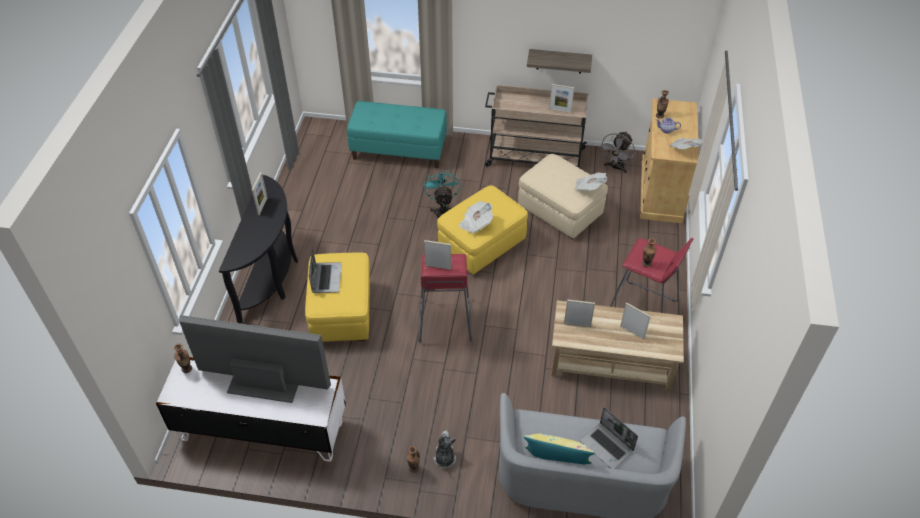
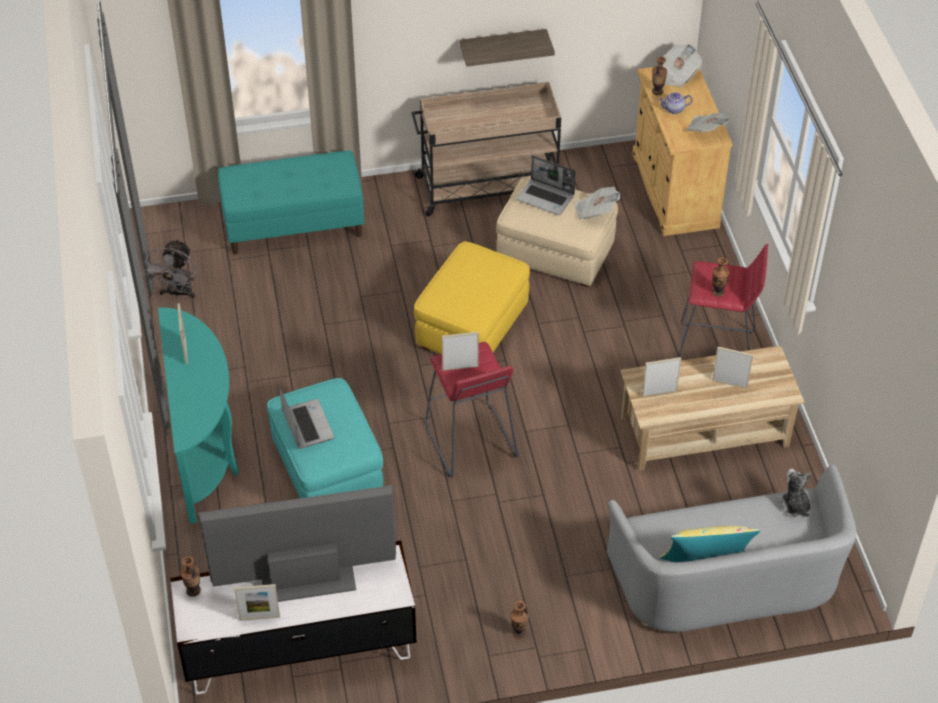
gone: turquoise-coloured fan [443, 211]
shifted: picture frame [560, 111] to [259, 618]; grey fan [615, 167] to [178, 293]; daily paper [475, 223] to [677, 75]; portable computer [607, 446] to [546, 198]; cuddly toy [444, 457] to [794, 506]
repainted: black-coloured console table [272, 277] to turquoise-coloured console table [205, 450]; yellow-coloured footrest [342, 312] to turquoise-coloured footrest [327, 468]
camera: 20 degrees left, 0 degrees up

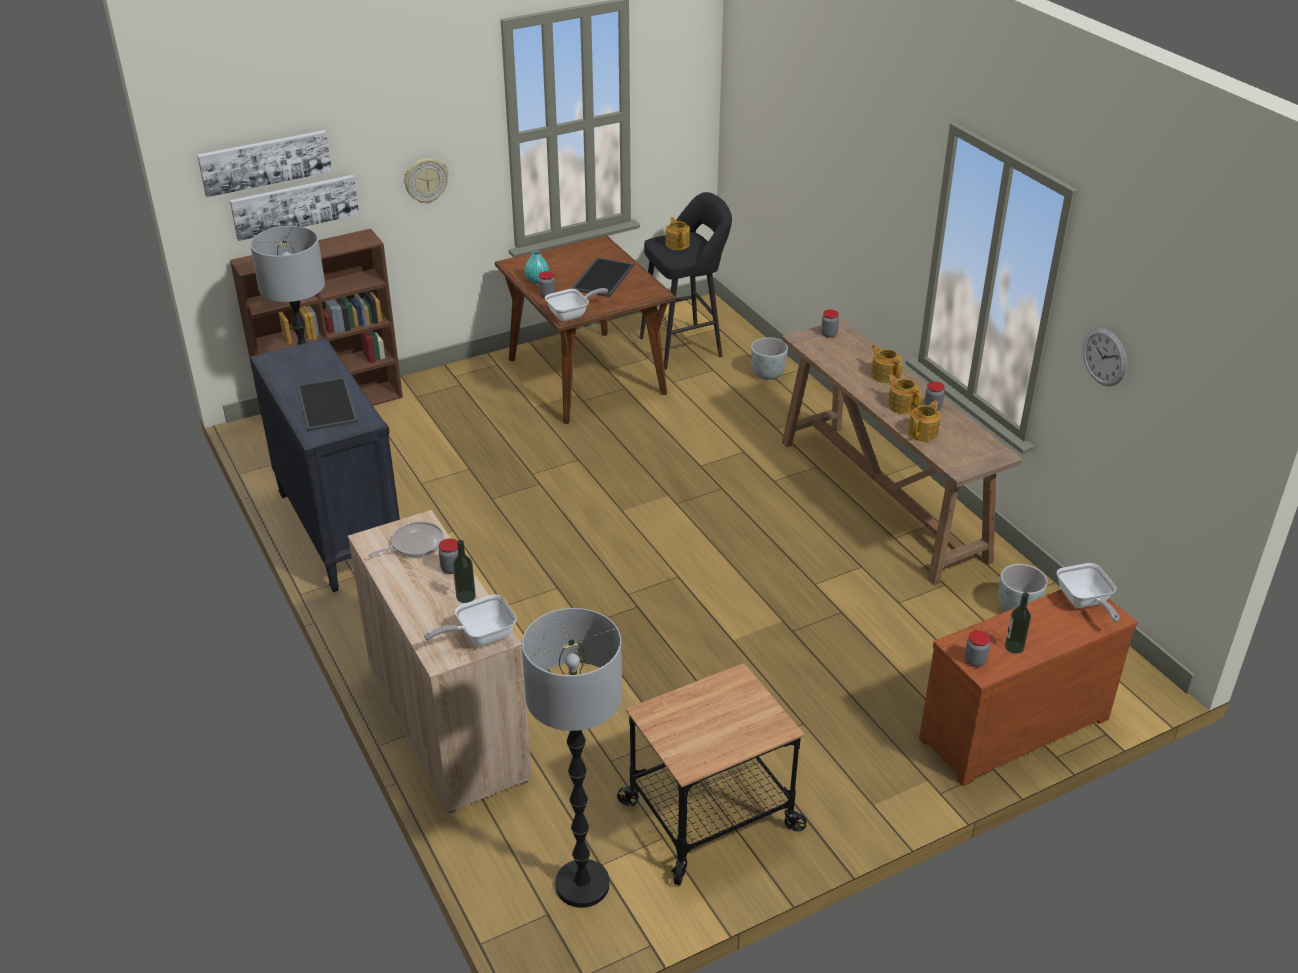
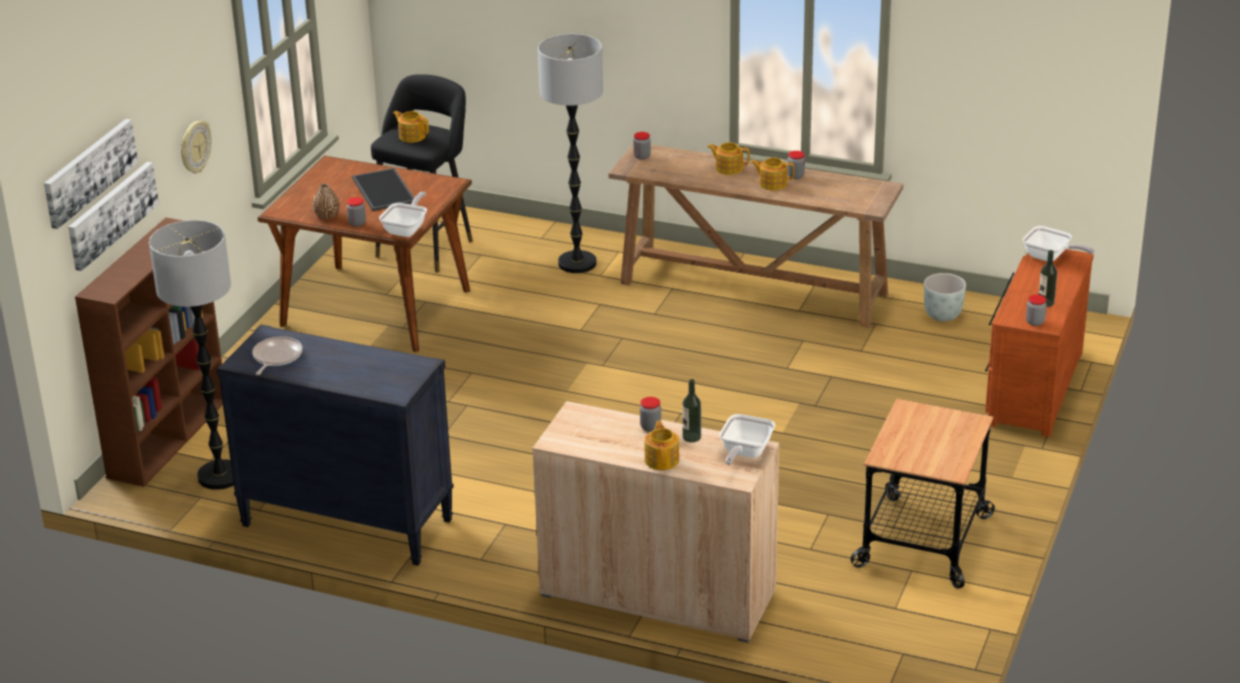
gone: clock on the wall [1104, 357]; grey plant pot [767, 374]; serving tray [328, 404]
shifted: teapot [923, 432] to [662, 460]; skillet [414, 544] to [276, 357]; standing lamp [582, 884] to [577, 263]
repainted: turquoise-coloured decorative vase [537, 280] to brown decorative vase [327, 215]
camera: 40 degrees left, 5 degrees down

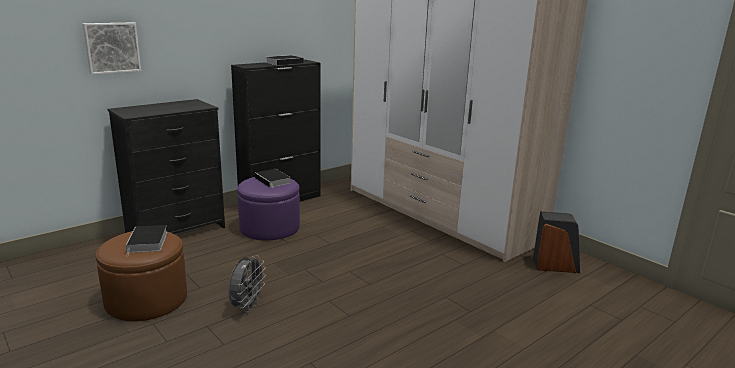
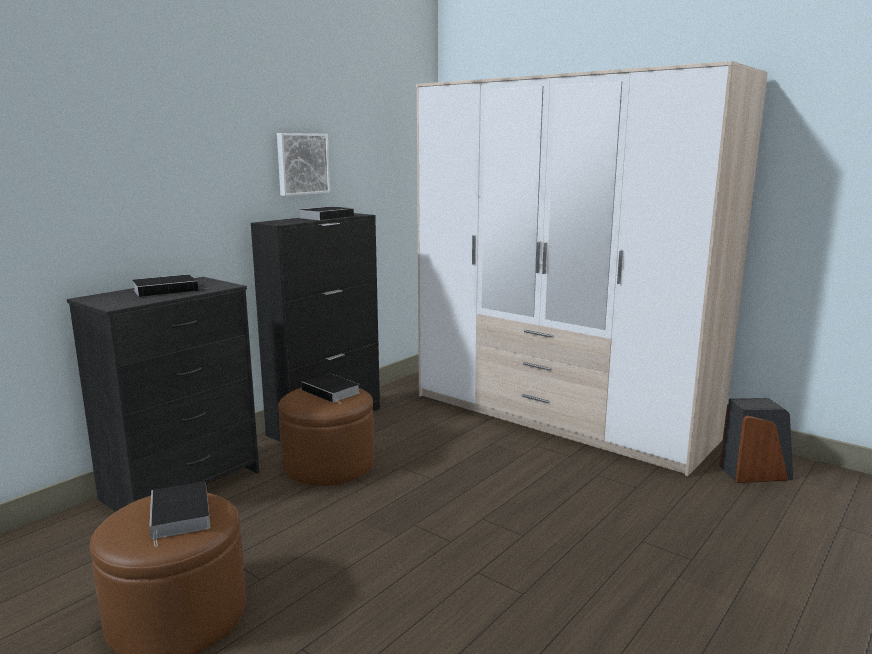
gone: grey fan [247, 306]
new: book [167, 290]
shifted: wall art [112, 47] to [302, 164]
repainted: purple footrest [269, 228] to brown footrest [328, 464]
camera: 10 degrees left, 5 degrees down

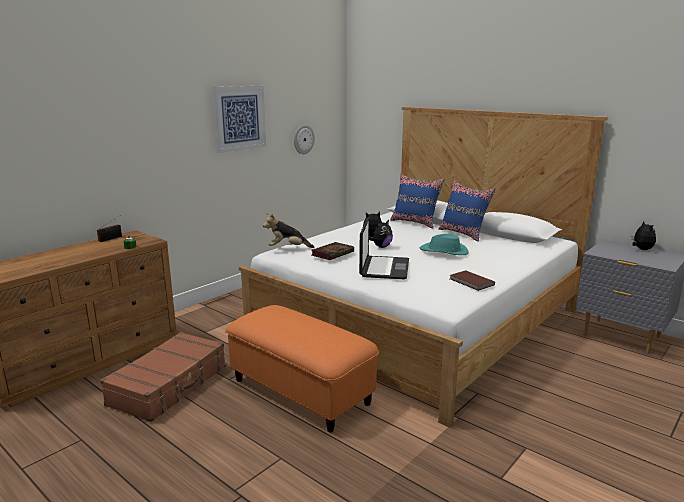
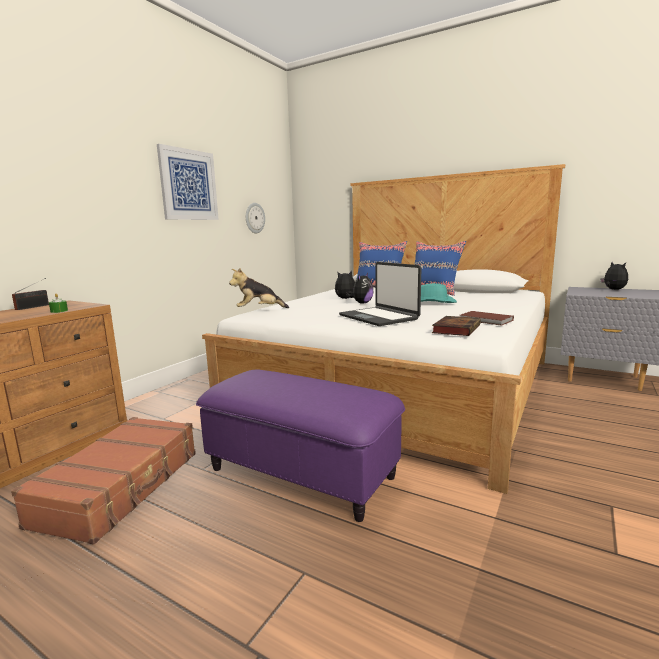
shifted: book [333, 253] to [456, 329]
repainted: orange-coloured footrest [302, 391] to purple footrest [302, 472]
rotated: portable computer [384, 268] = [379, 317] 150 degrees clockwise
camera: 10 degrees left, 5 degrees down

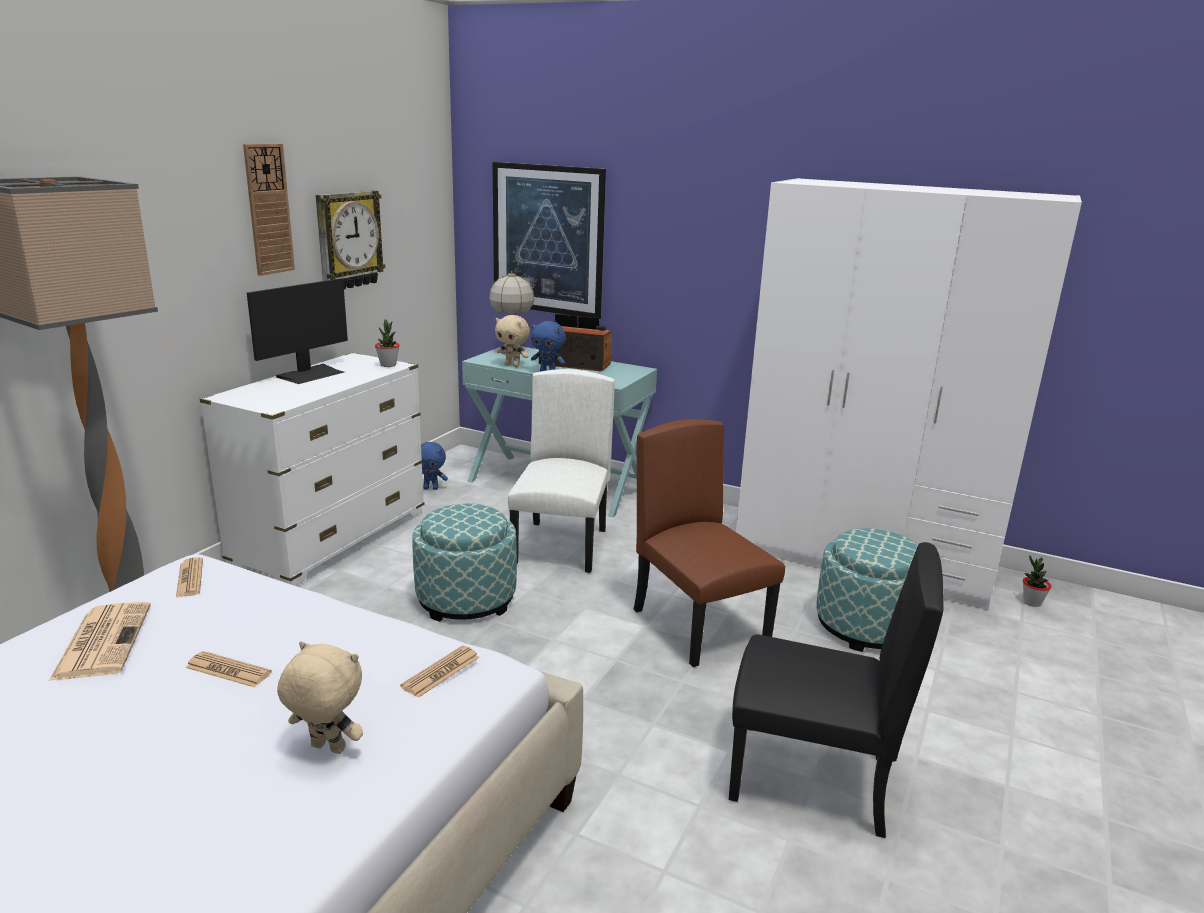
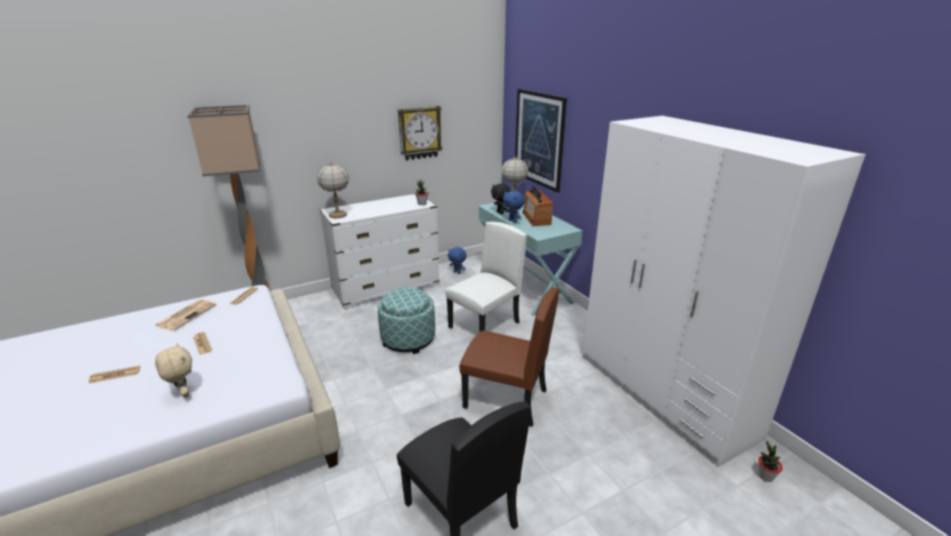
gone: clock on the wall [268, 209]; computer screen [310, 374]; footrest [866, 626]
new: lamp for a table [338, 215]
shifted: daily paper [441, 672] to [115, 375]
repainted: beige-coloured cuddly toy [513, 365] to black-coloured cuddly toy [500, 213]
rotated: radio [575, 364] = [536, 218] 150 degrees counterclockwise; brown plain chair [700, 626] = [505, 399] 105 degrees clockwise
camera: 35 degrees right, 5 degrees up

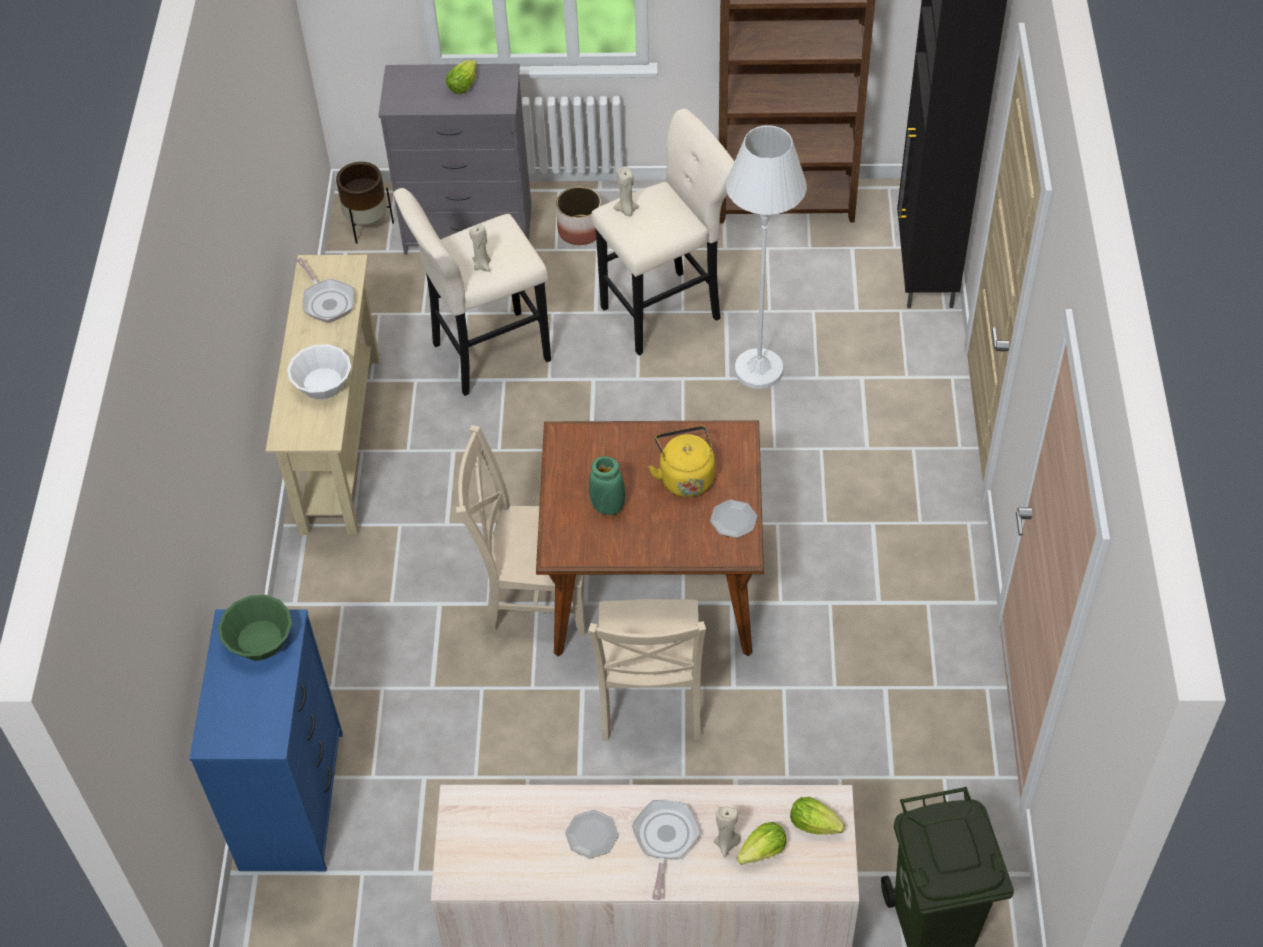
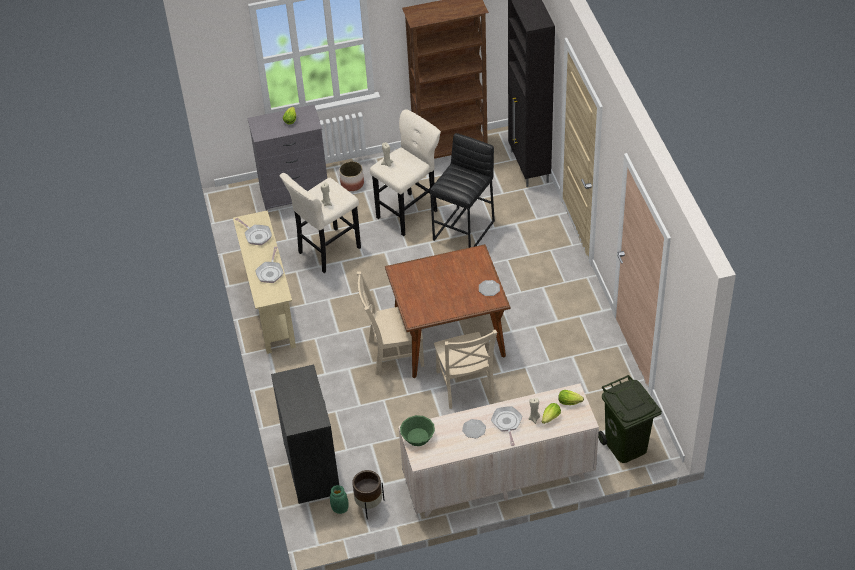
gone: yellow-coloured kettle [685, 476]
shifted: brown plant pot [367, 226] to [369, 506]; green decorative vase [607, 506] to [340, 509]; green serving bowl [259, 639] to [417, 437]
swapped: whitish standing lamp [759, 369] to black-coloured sitting stool [464, 230]; whitish serving bowl [323, 383] to skillet [270, 272]
repainted: bluish drawer chest [293, 800] to black-coloured drawer chest [312, 468]
camera: 15 degrees left, 5 degrees down

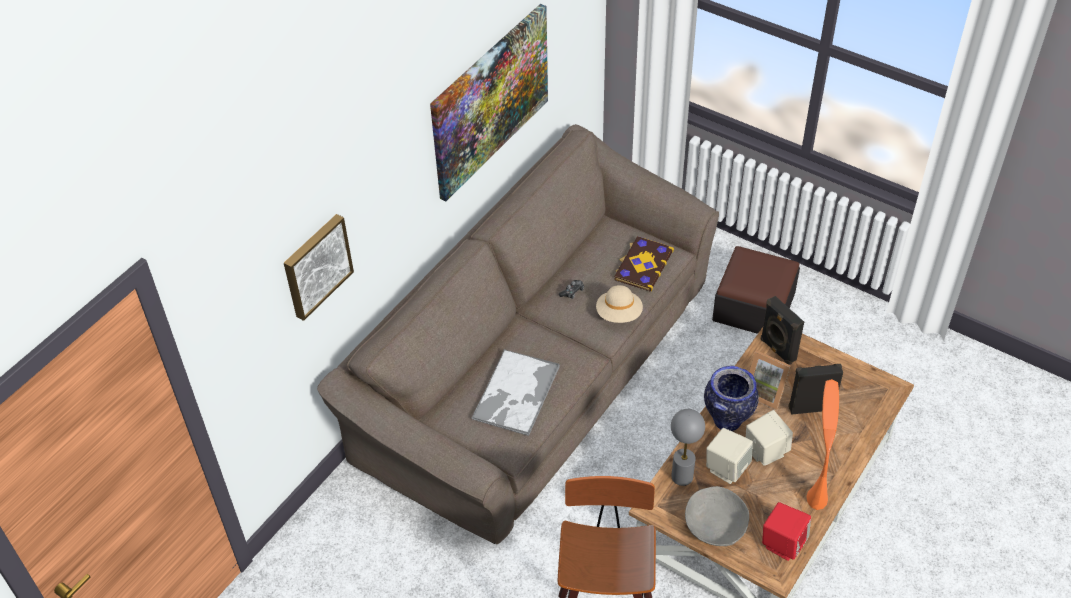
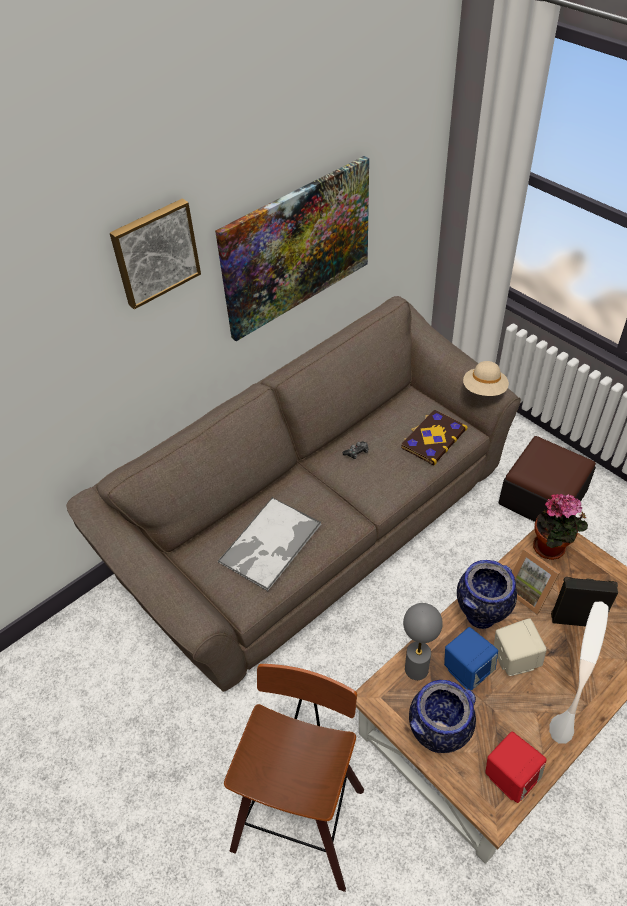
shifted: wall art [316, 265] to [155, 252]; beige-coloured clothing hat [619, 314] to [484, 390]
swapped: black-coloured audio speaker [777, 350] to potted plant [552, 549]; grey serving bowl [715, 526] to decorative vase [438, 736]
repainted: orange-coloured lamp for a table [817, 472] to whitish lamp for a table [568, 697]; beige-coloured audio speaker [726, 468] to bluish audio speaker [467, 670]
camera: 15 degrees right, 0 degrees up

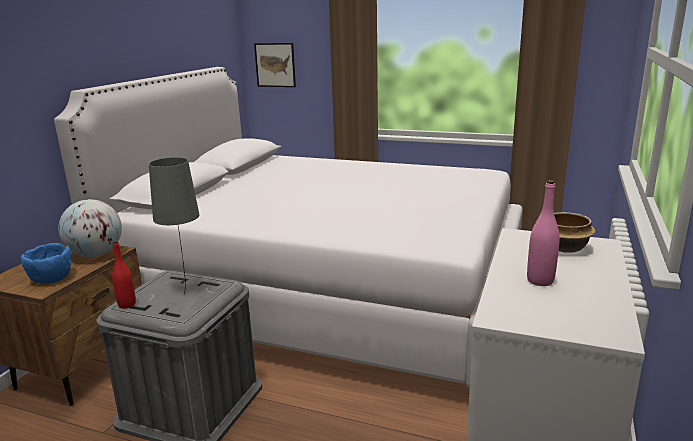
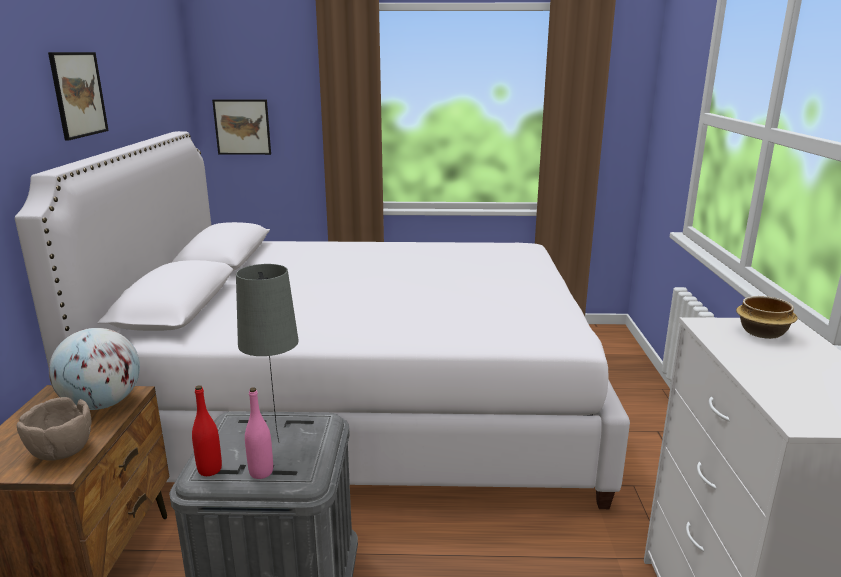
new: wall art [78, 94]
shifted: pinkish beverage bottle [540, 281] to [261, 472]
repainted: bluish serving bowl [51, 279] to brown serving bowl [61, 451]
camera: 20 degrees left, 0 degrees up

